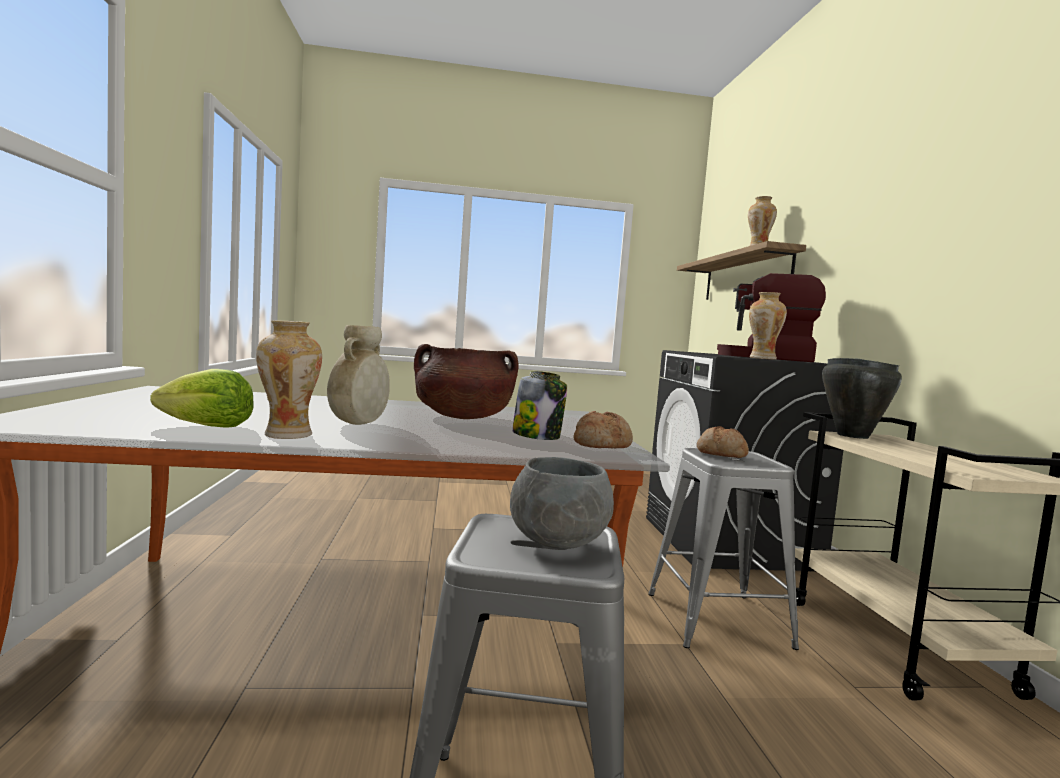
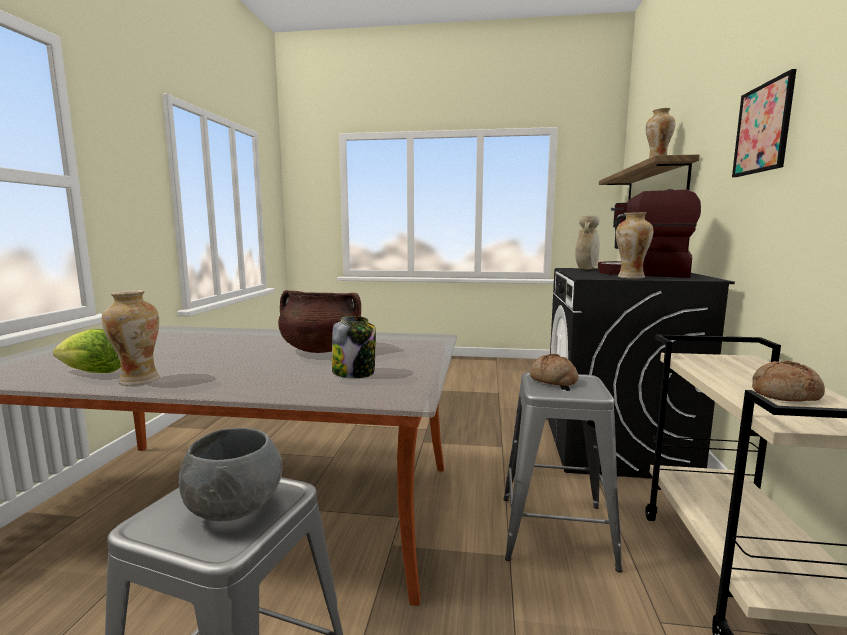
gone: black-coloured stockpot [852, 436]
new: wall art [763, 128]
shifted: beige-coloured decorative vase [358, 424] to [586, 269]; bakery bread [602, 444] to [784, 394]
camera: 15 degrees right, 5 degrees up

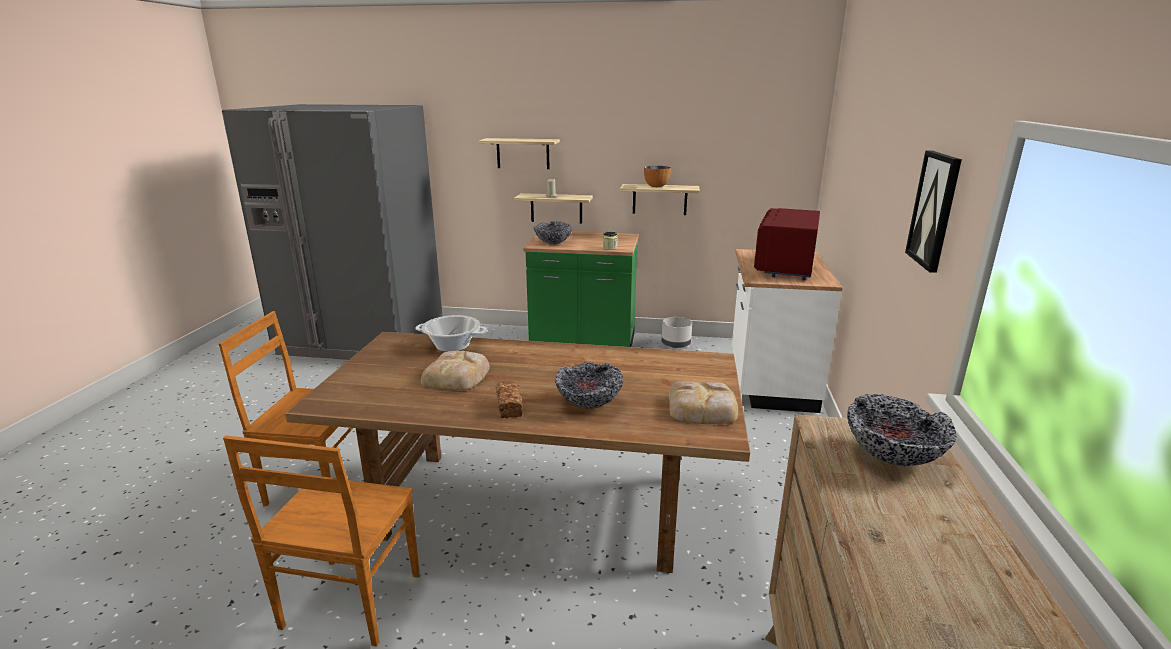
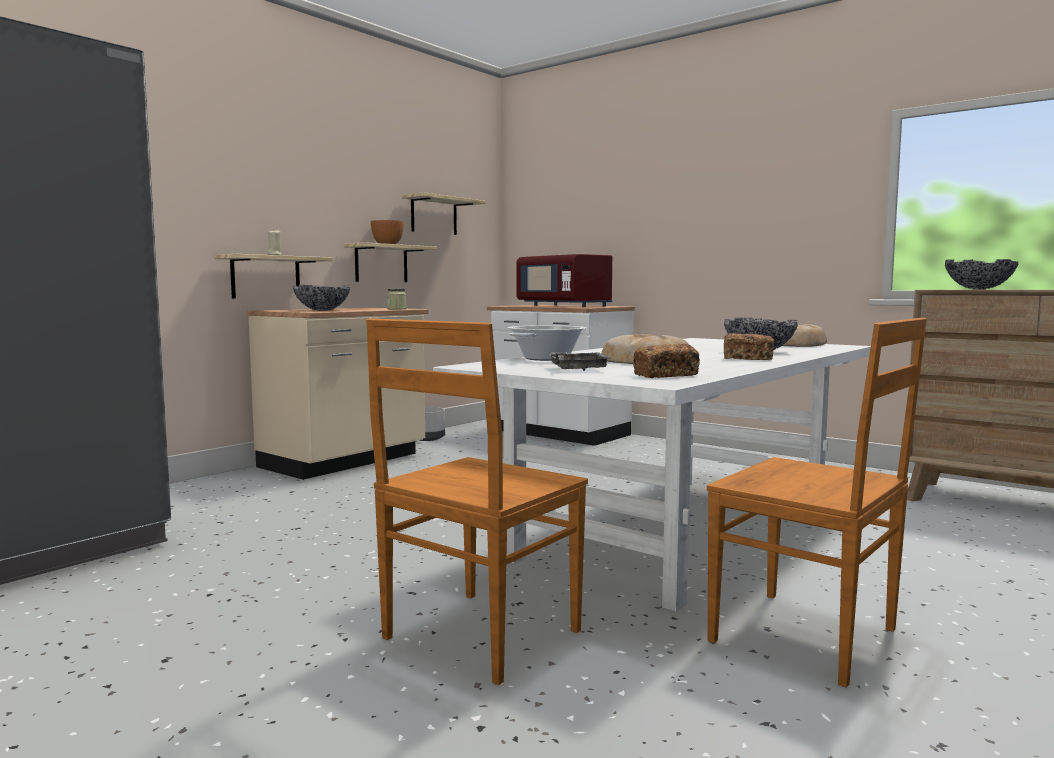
gone: wall art [934, 210]
new: bakery bread [665, 375]; grey serving tray [577, 369]
shifted: shelf [523, 153] to [434, 216]
repainted: green kitchen counter [583, 343] to beige-coloured kitchen counter [345, 461]; brown kitchen table [537, 507] to whitish kitchen table [681, 530]
camera: 60 degrees left, 15 degrees down

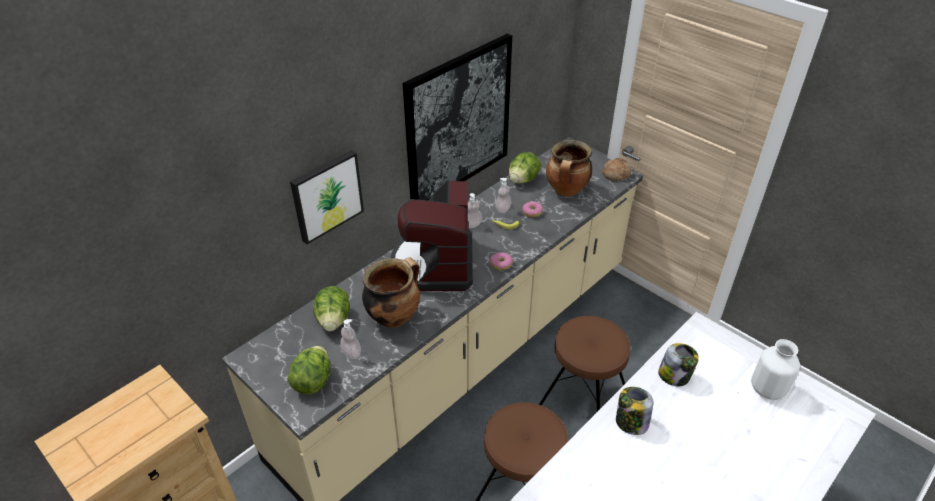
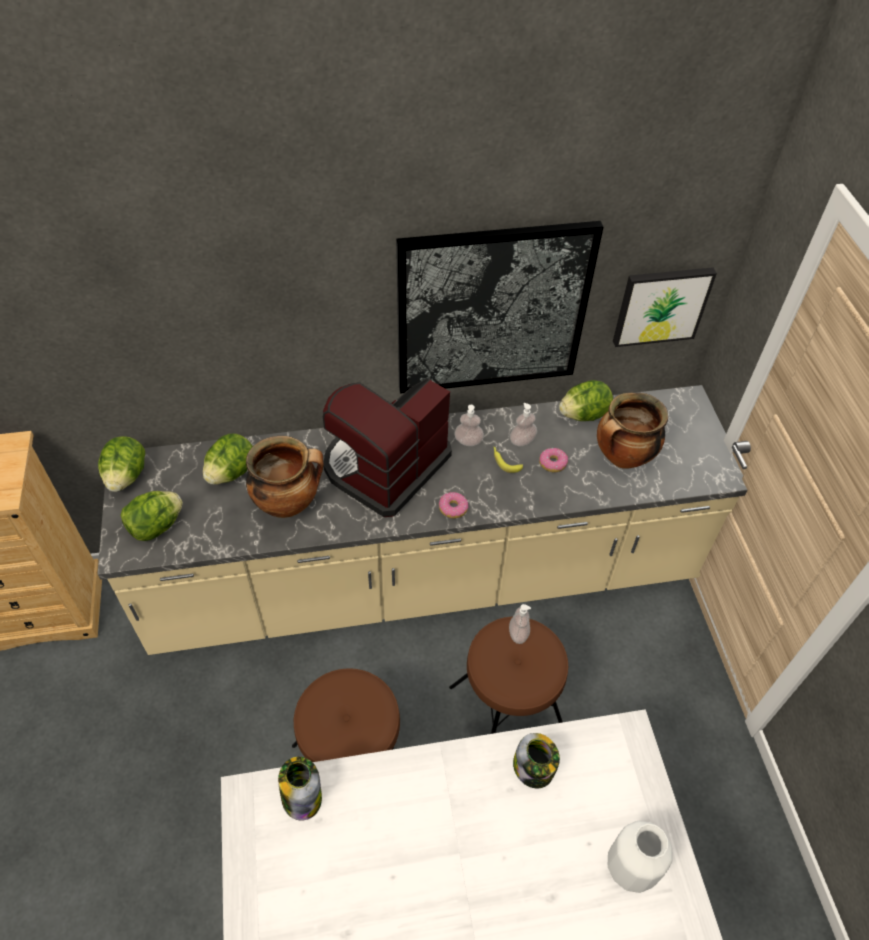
gone: bakery bread [616, 174]
new: head of lettuce [126, 476]
shifted: wall art [326, 195] to [661, 305]; soap dispenser [351, 353] to [518, 633]; jar [631, 422] to [301, 797]
camera: 35 degrees right, 10 degrees up

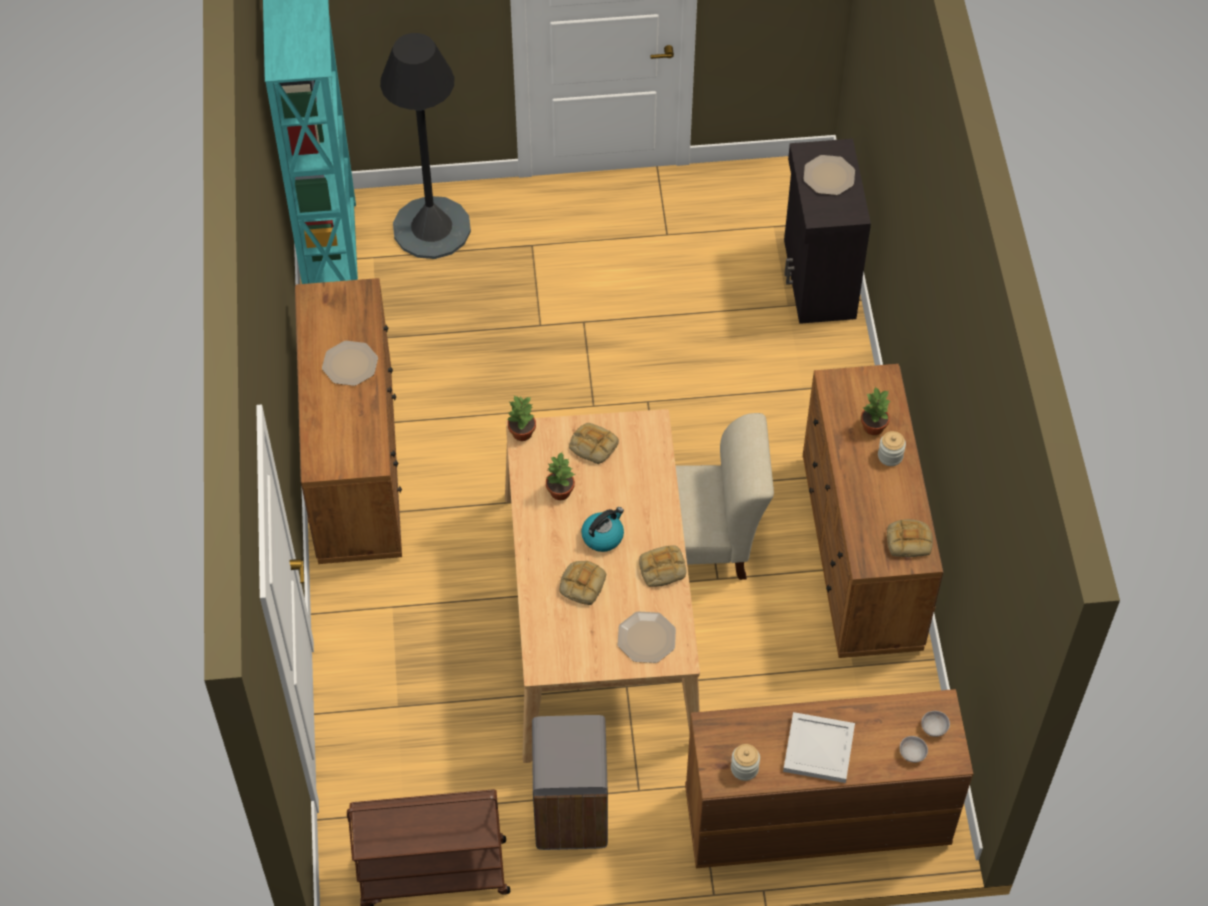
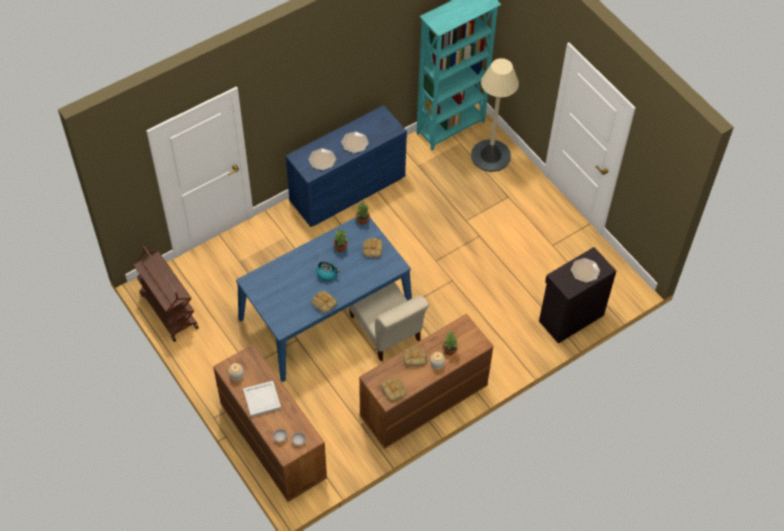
gone: grey rubbish bin [570, 814]
shifted: bakery bread [582, 583] to [415, 357]; dinner plate [646, 637] to [322, 159]
repainted: black-coloured standing lamp [431, 228] to beige-coloured standing lamp [490, 156]; brown drawer chest [356, 463] to bluish drawer chest [348, 189]; beige-coloured kitchen table [599, 618] to bluish kitchen table [325, 313]
camera: 60 degrees right, 0 degrees up

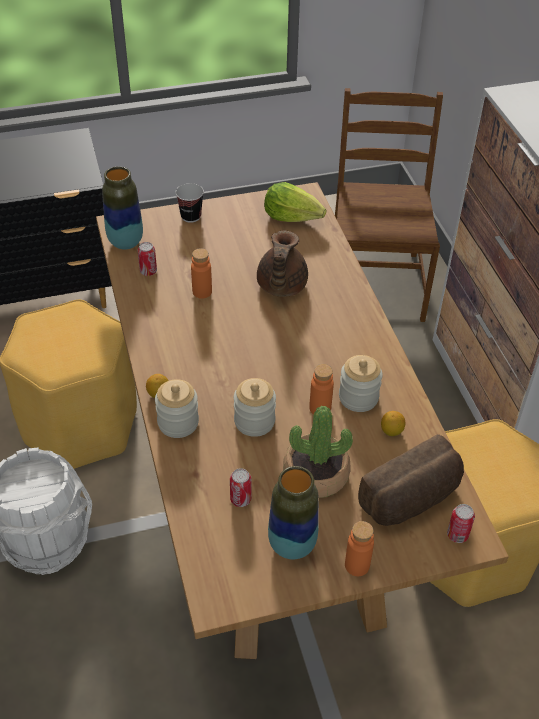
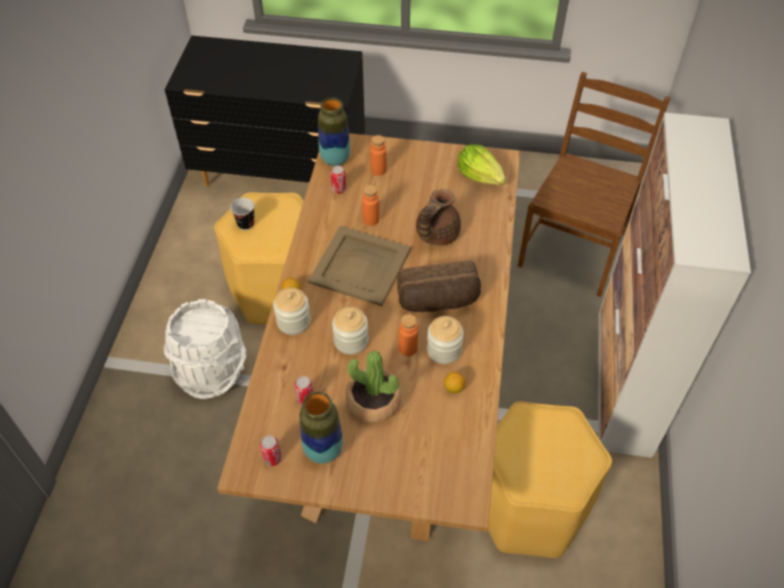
new: beige-coloured serving tray [361, 265]
shifted: drinking cup [191, 216] to [246, 224]; bakery bread [412, 500] to [438, 301]; can [457, 535] to [272, 458]; orange-coloured beverage bottle [357, 565] to [378, 170]
camera: 25 degrees right, 5 degrees up

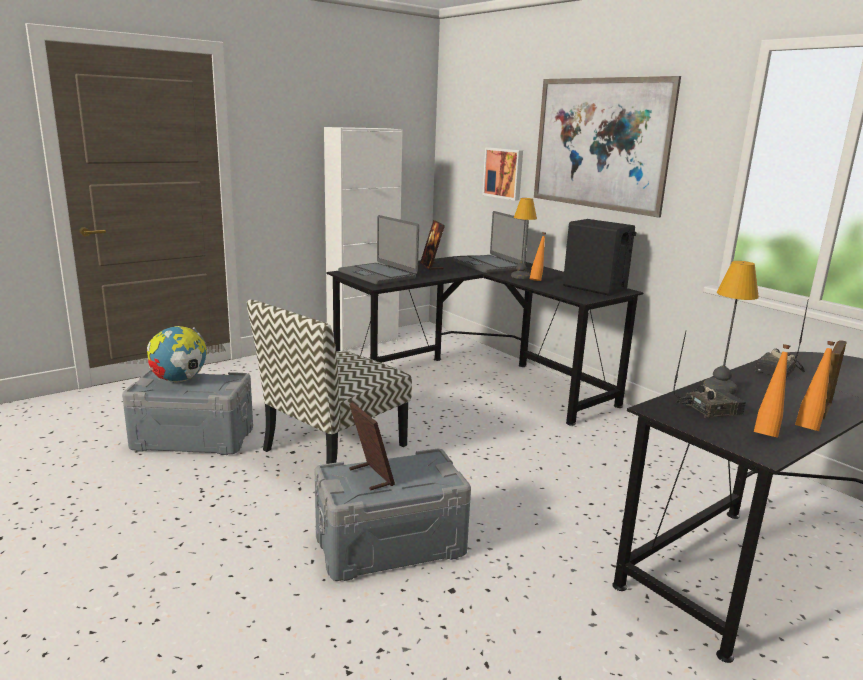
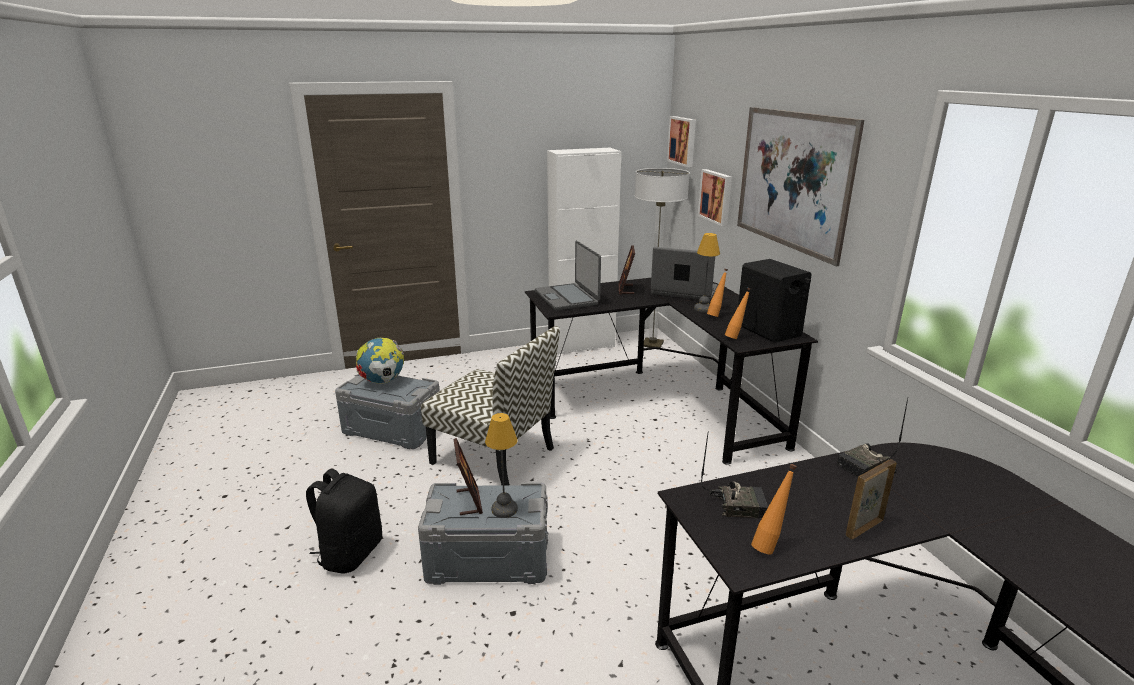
new: wall art [683, 141]; standing lamp [652, 344]; black-coloured knapsack [350, 553]
shifted: lamp for a table [720, 388] to [504, 509]; orange-coloured beverage bottle [808, 427] to [735, 337]
rotated: portable computer [489, 265] = [684, 291] 120 degrees clockwise; plain chair [334, 449] = [495, 456] 120 degrees counterclockwise
camera: 20 degrees right, 5 degrees up

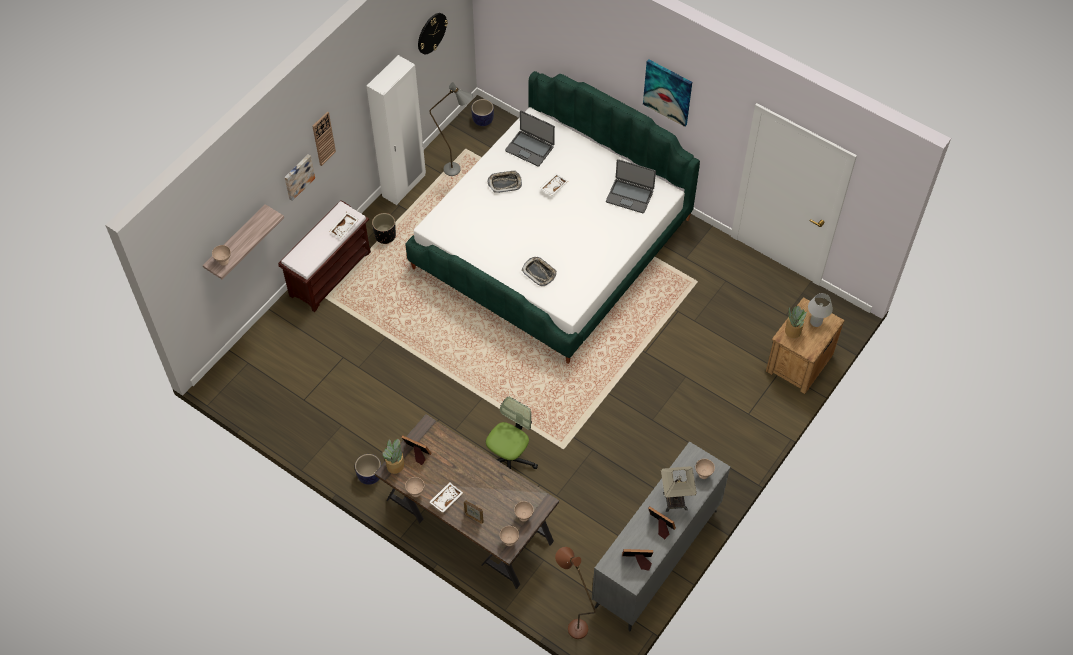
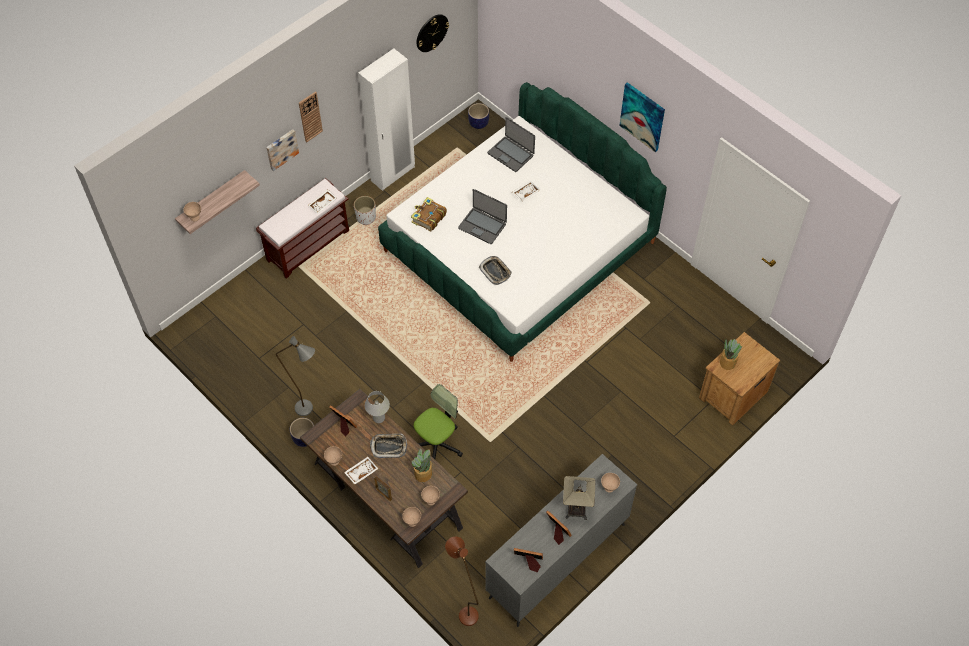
new: book [428, 218]
shifted: grey standing lamp [458, 171] to [309, 410]; portable computer [630, 196] to [482, 226]; serving tray [505, 183] to [389, 447]; whitish lamp for a table [816, 322] to [379, 418]; potted plant [395, 464] to [423, 473]
repainted: black-coloured plant pot [385, 235] to whitish plant pot [366, 217]
camera: 10 degrees right, 0 degrees up

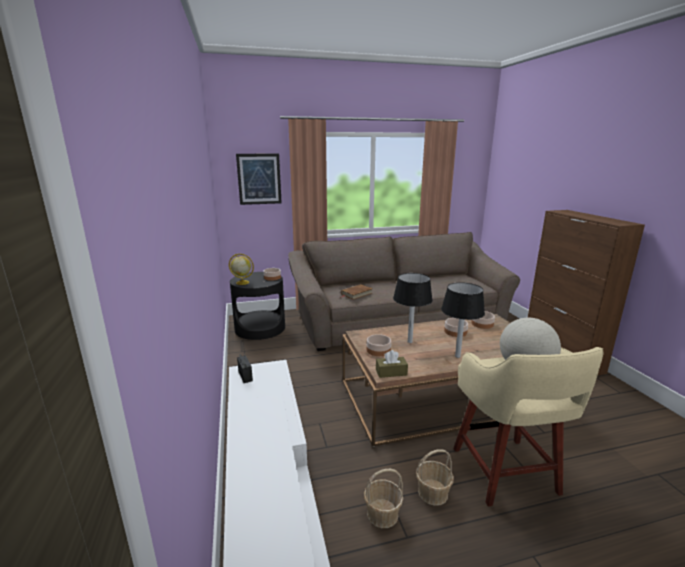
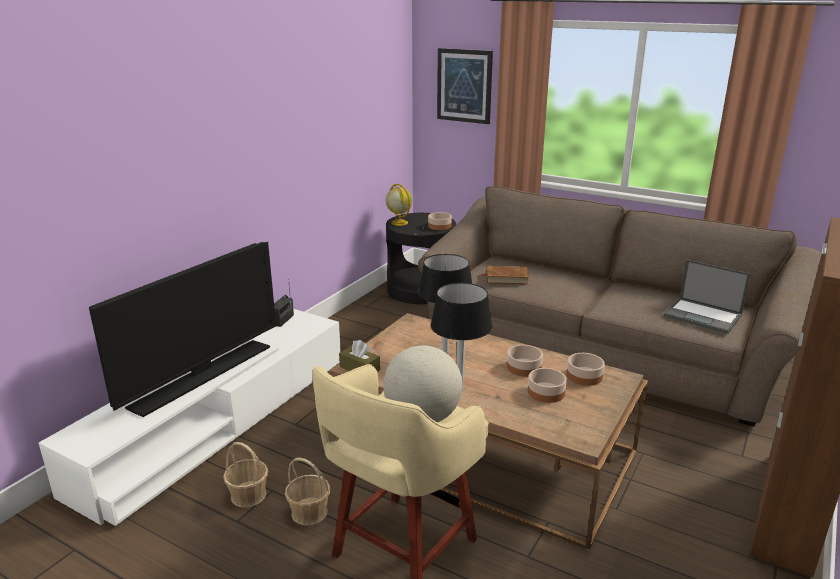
new: TV [202, 375]; portable computer [703, 316]
shifted: serving bowl [378, 350] to [546, 392]
camera: 45 degrees right, 5 degrees up

